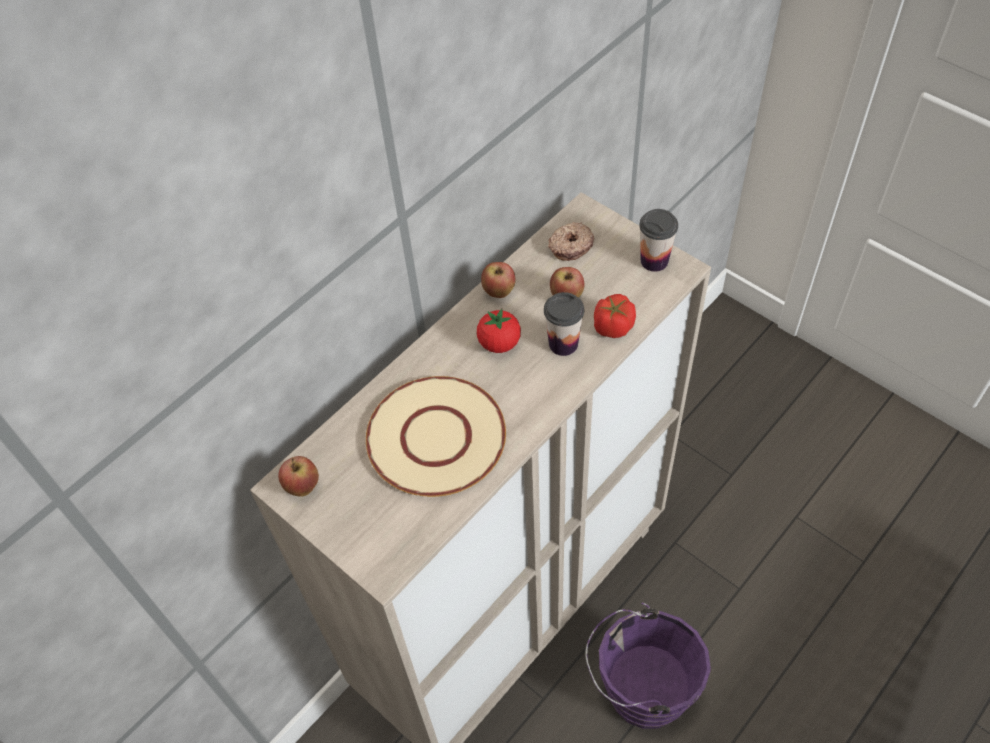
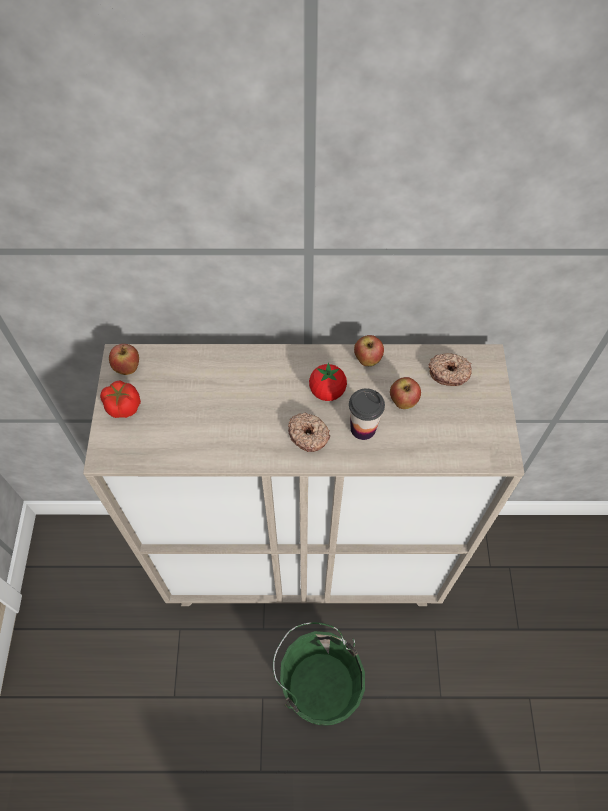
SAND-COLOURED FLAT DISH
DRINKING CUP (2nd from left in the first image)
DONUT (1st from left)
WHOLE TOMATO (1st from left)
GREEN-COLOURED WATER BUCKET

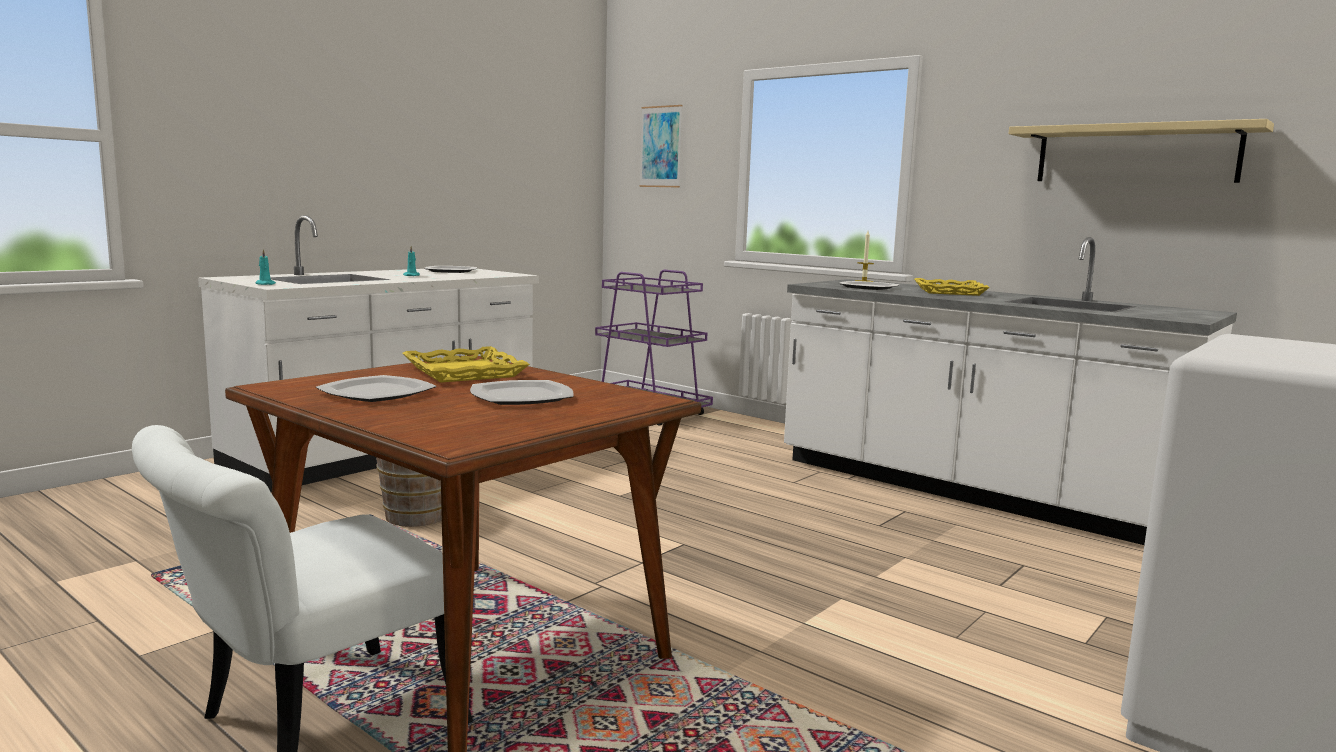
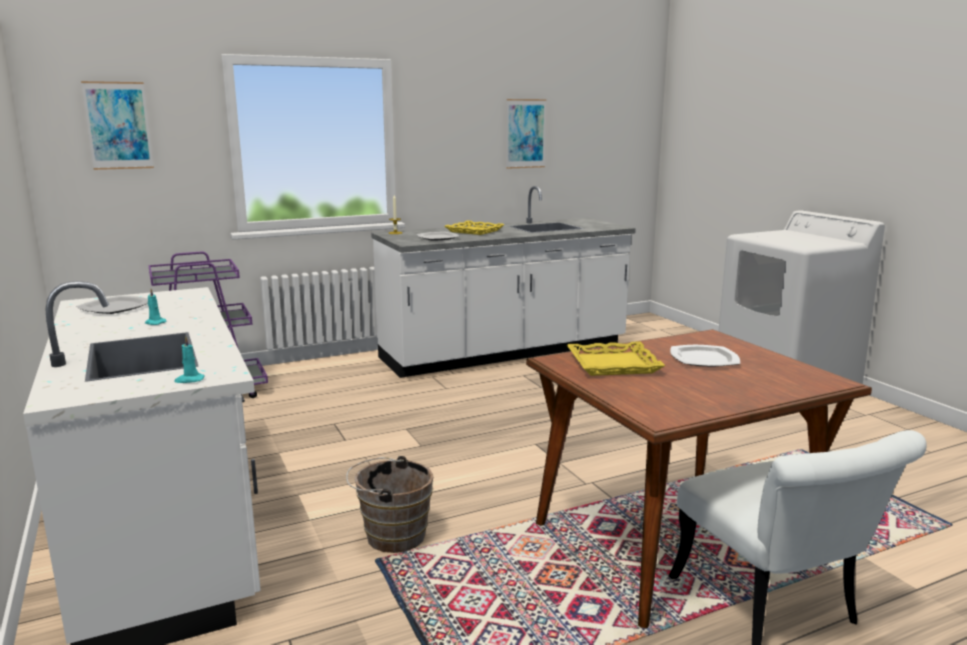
FLAT DISH (1st from left in the first image)
WALL PICTURE (2nd from left)

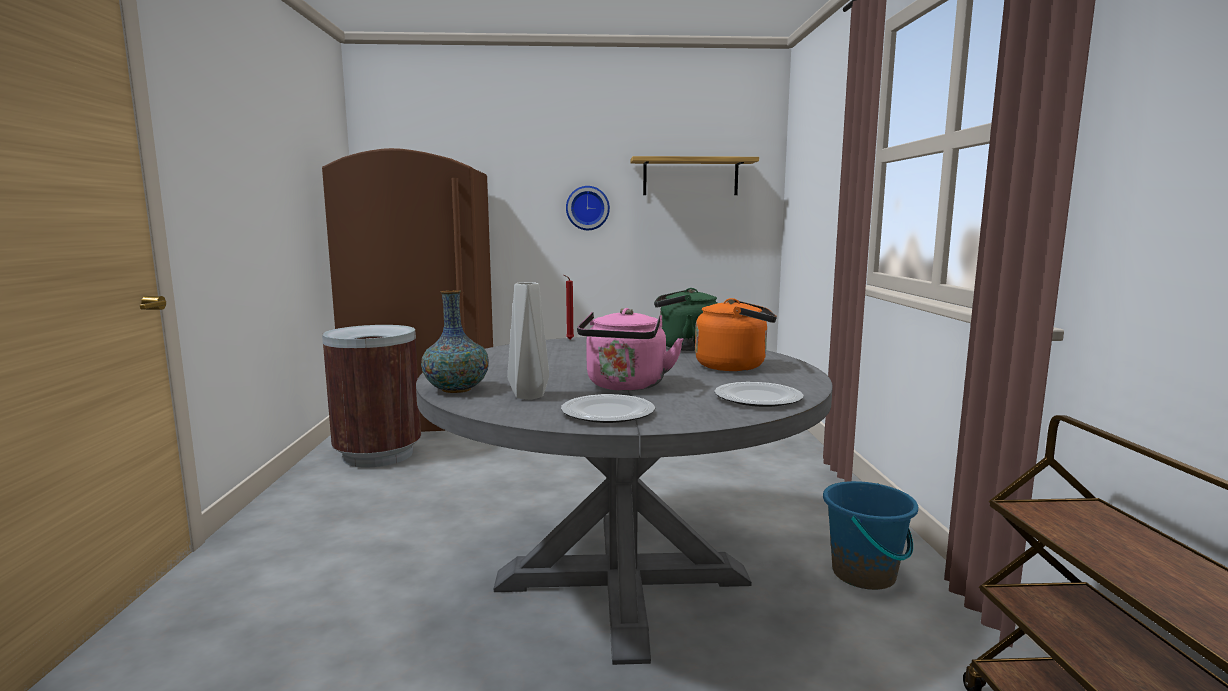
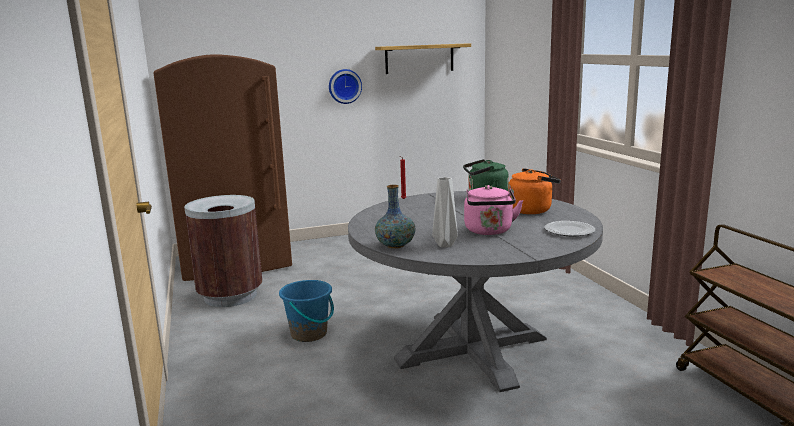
FLAT DISH (1st from left in the first image)
BLUE-COLOURED WATER BUCKET

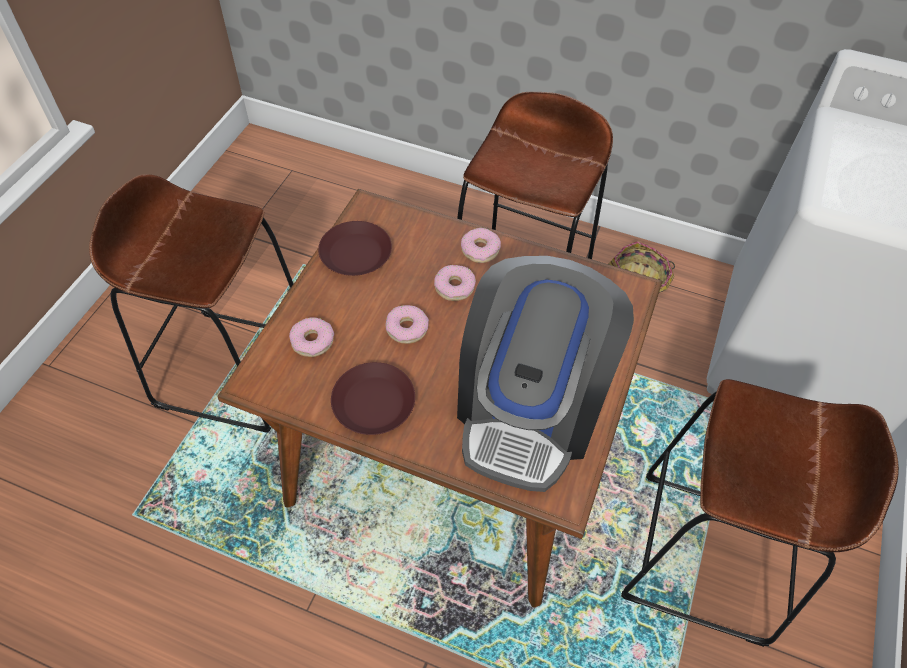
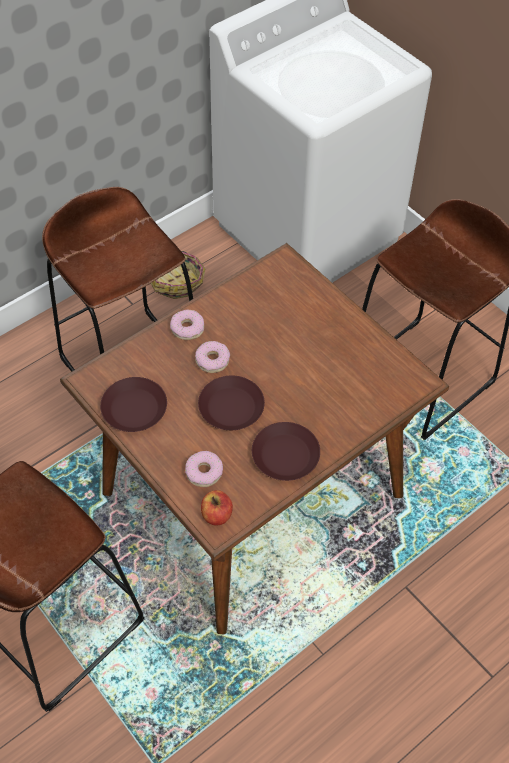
COFFEE MAKER
WHOLE APPLE
BROWN-COLOURED FLAT DISH (2nd from left)

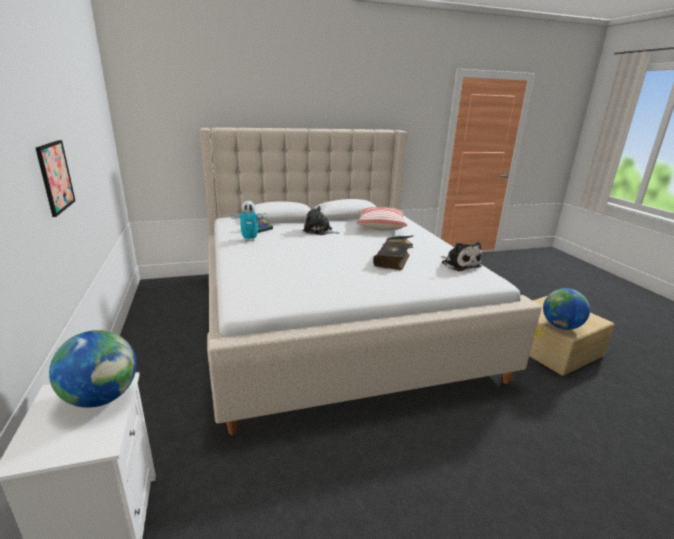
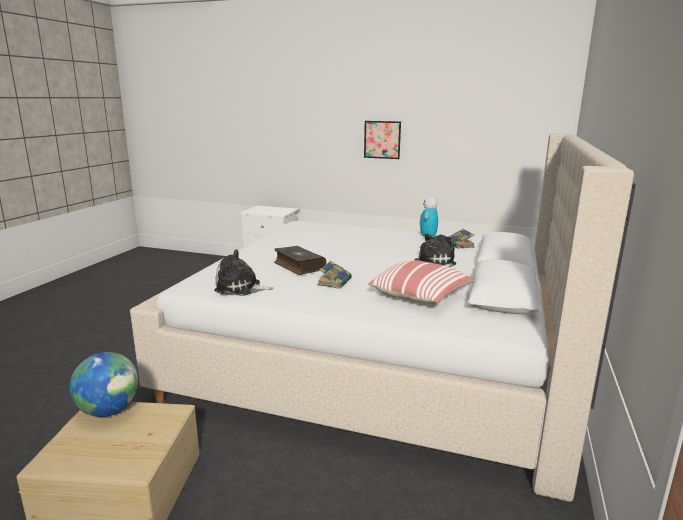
GLOBE (1st from left in the first image)

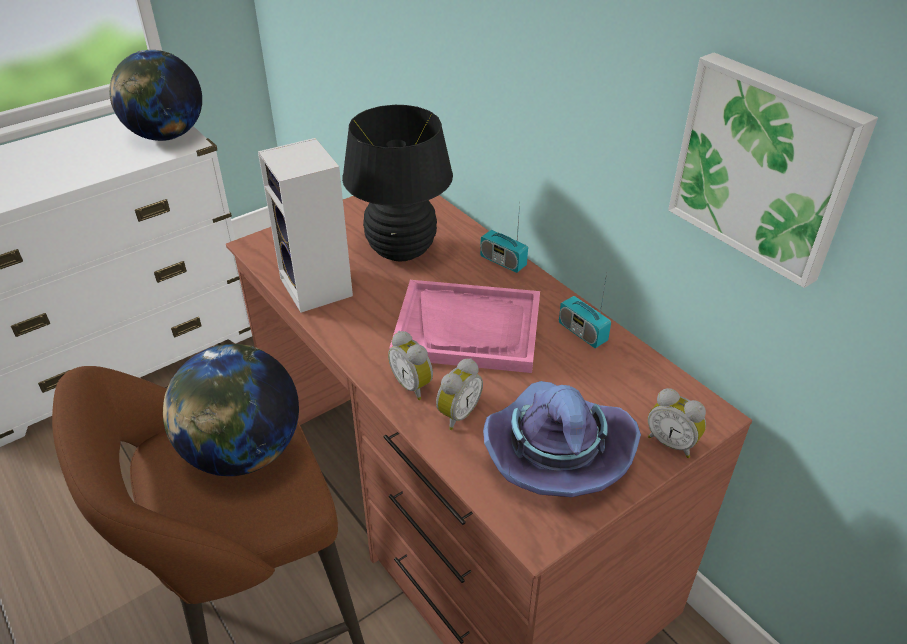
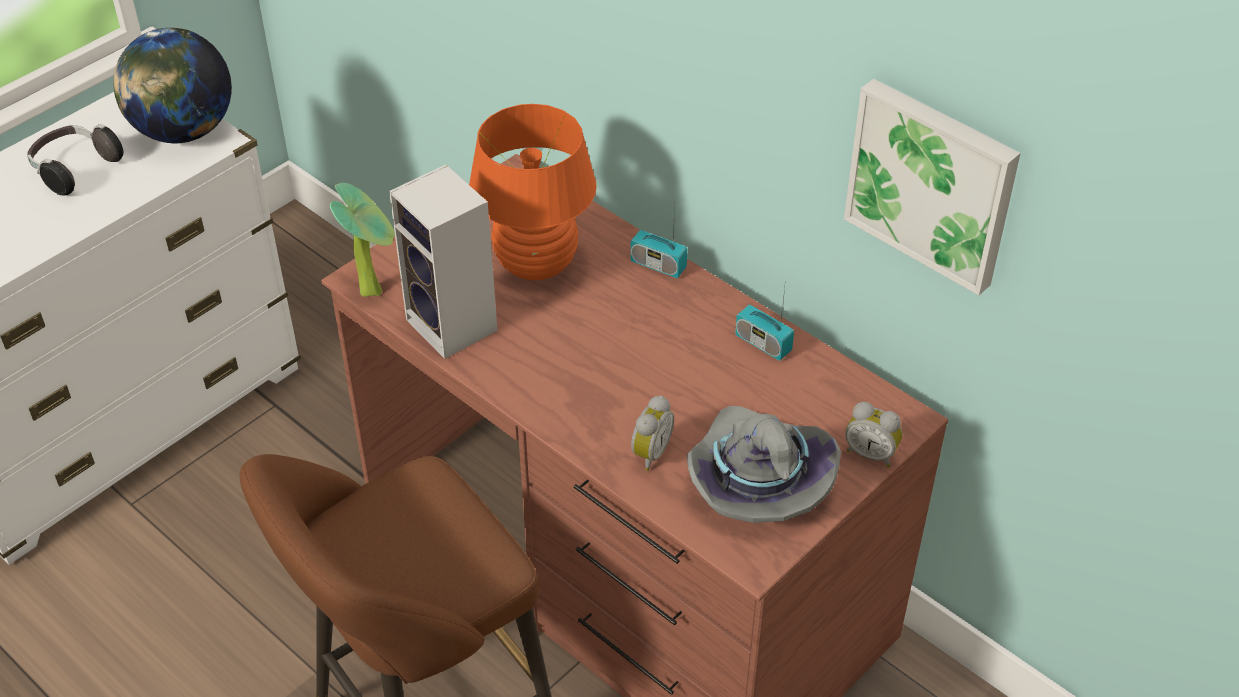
GLOBE (2nd from left in the first image)
TABLE CLOCK (1st from left in the first image)
PINKISH TRAY
PAIR OF HEADPHONES
HOUSEPLANT
ORANGE-COLOURED LAMP FOR A TABLE
GREY WEARABLE HAT

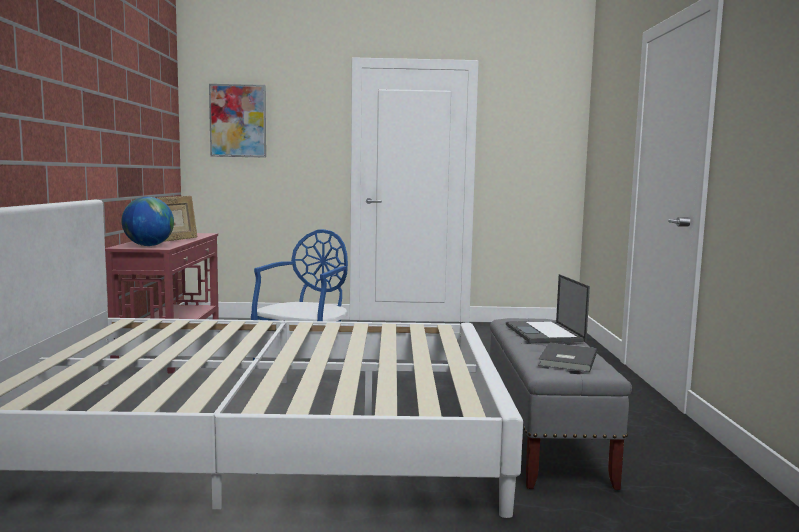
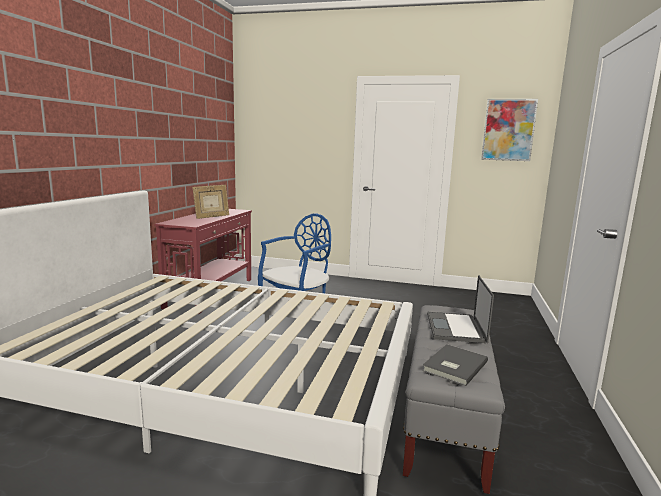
GLOBE
WALL PICTURE

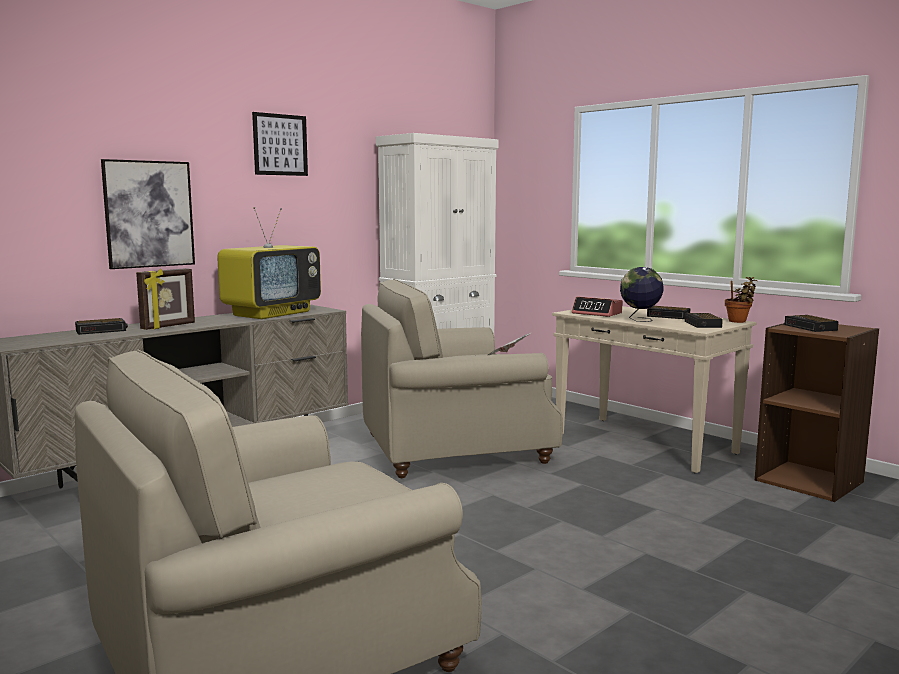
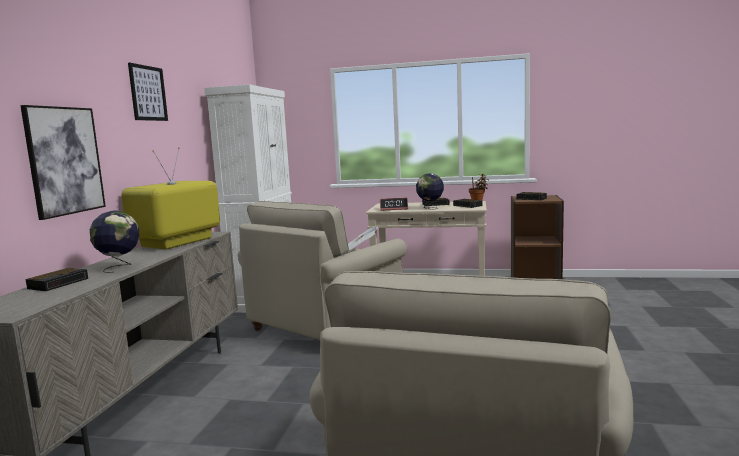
GLOBE (1st from left)
TV

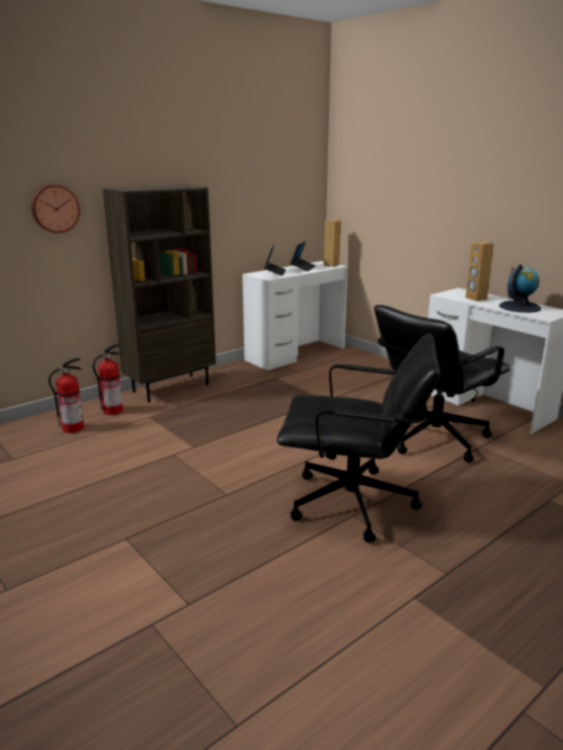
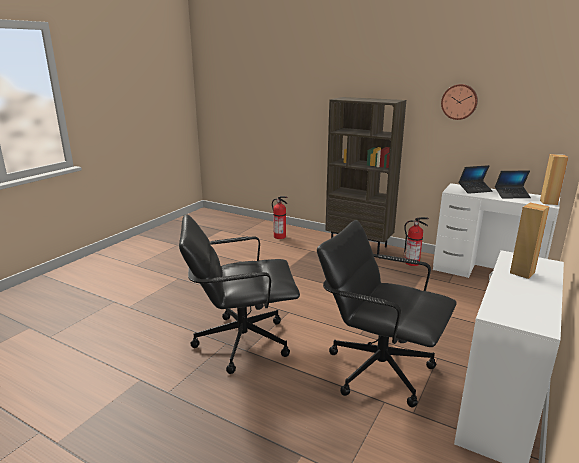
GLOBE
WALL CLOCK
FIRE-FIGHTING CYLINDER (2nd from left)
BLACKISH OFFICE CHAIR (1st from left)

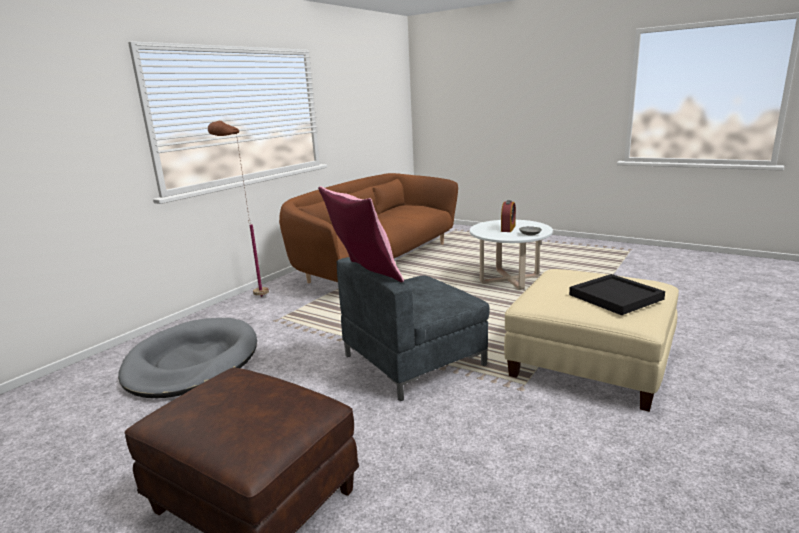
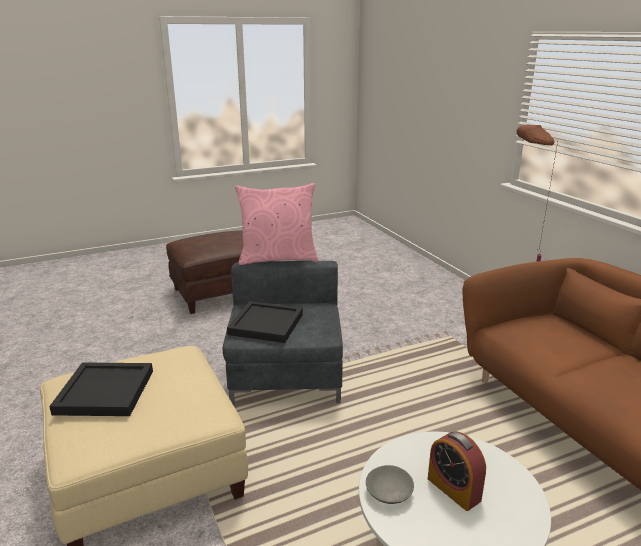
GREY PET BED
BLACKISH TRAY (2nd from left)

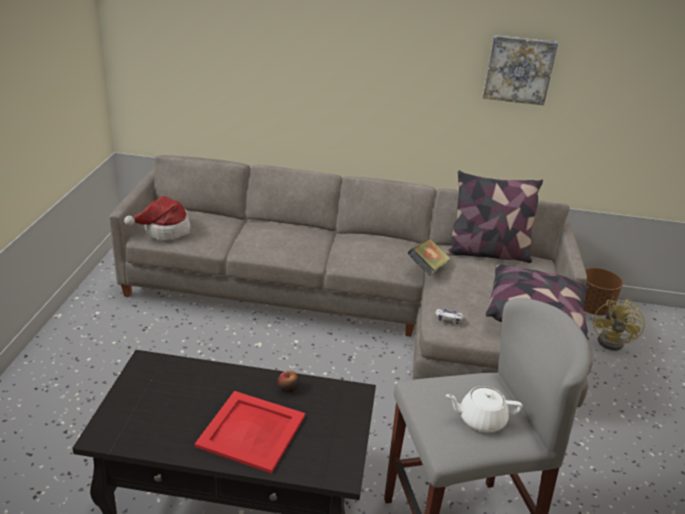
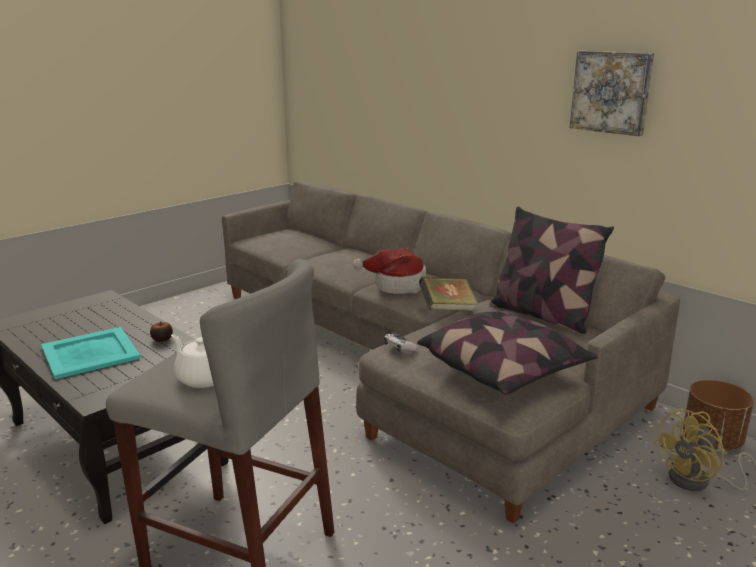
WEARABLE HAT
BLUE-GREEN TRAY

